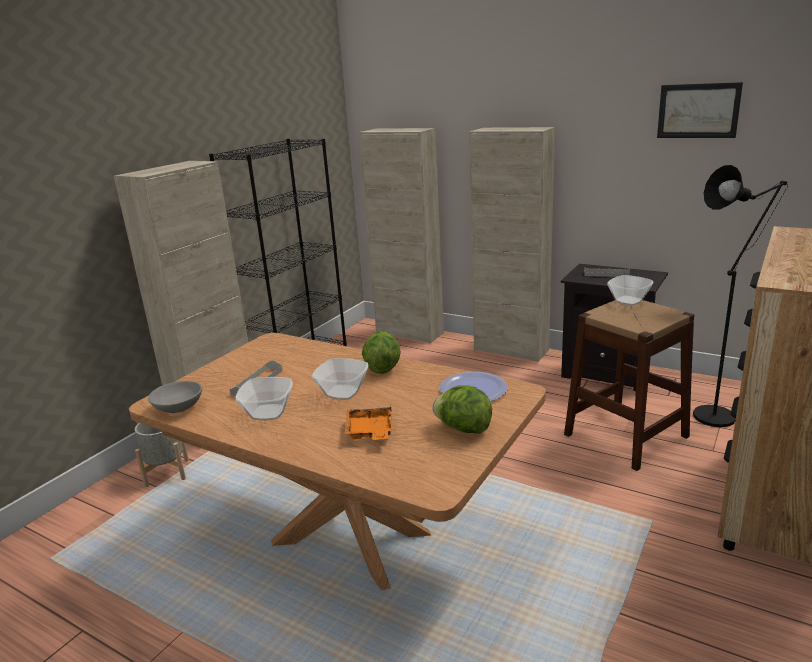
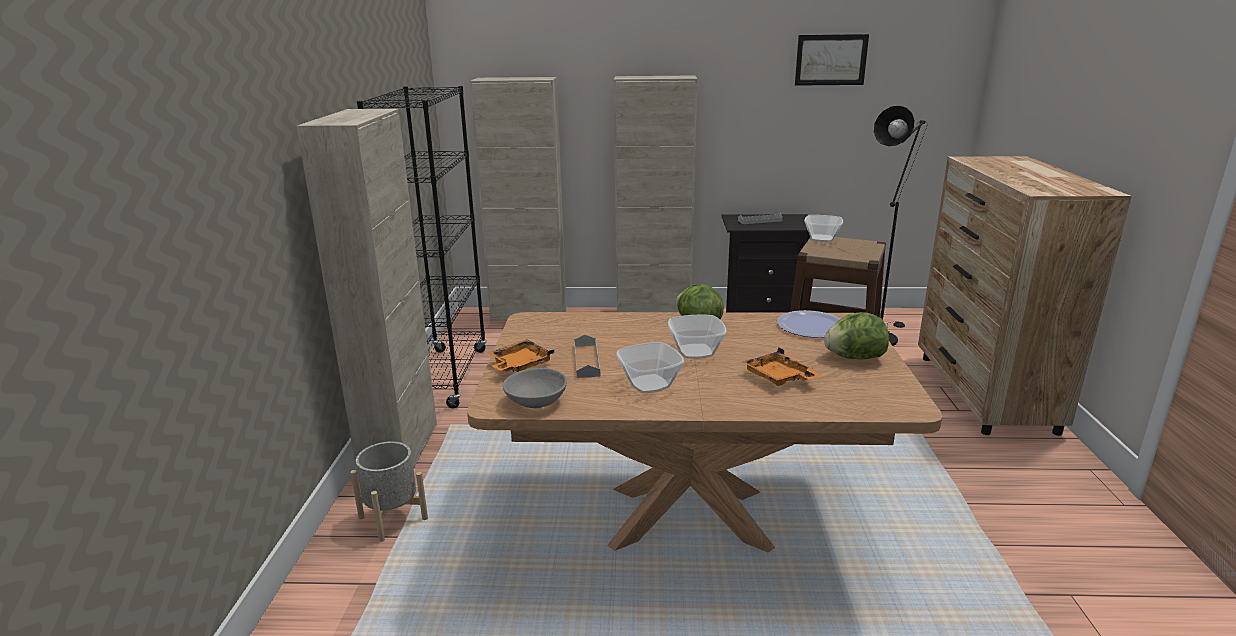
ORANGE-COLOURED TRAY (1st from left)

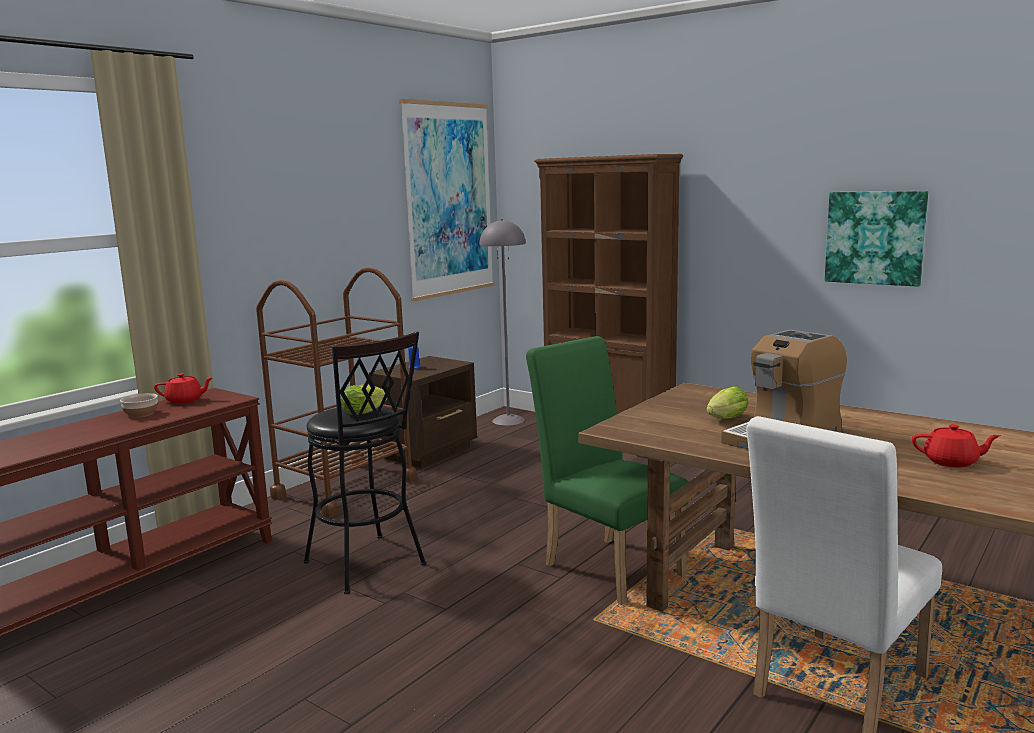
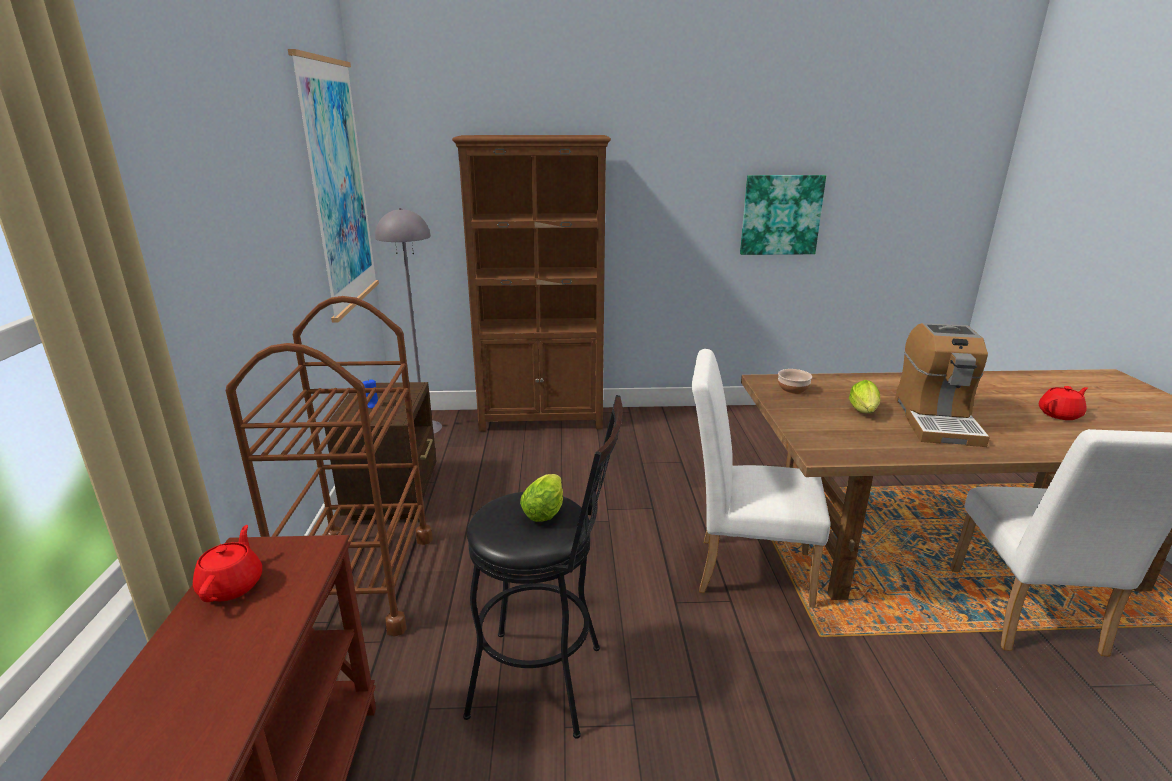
BOWL
WHITE-COLOURED PLAIN CHAIR (1st from left)
REDDISH POT FOR TEA (1st from left)

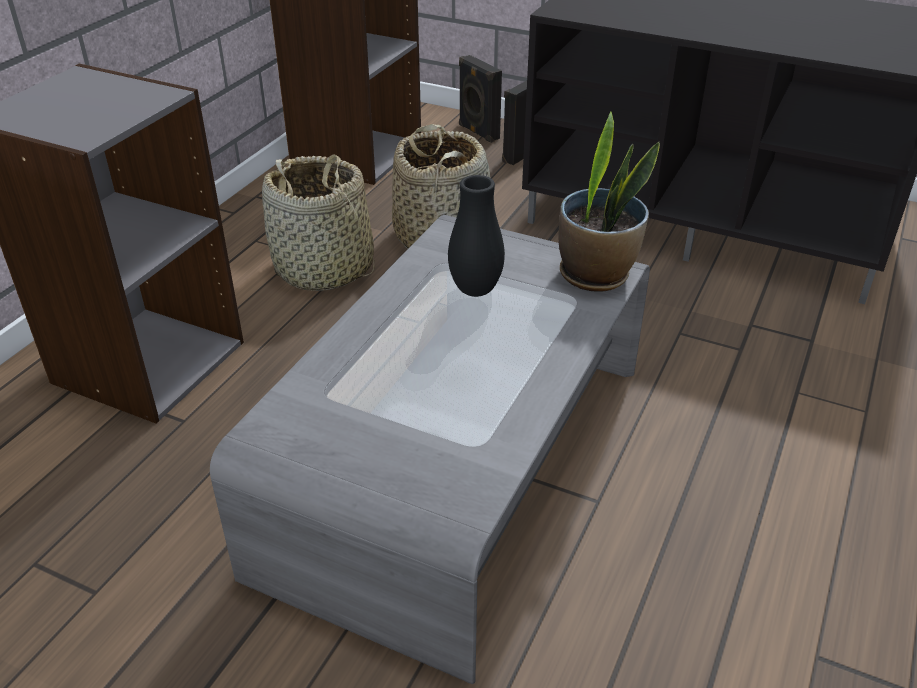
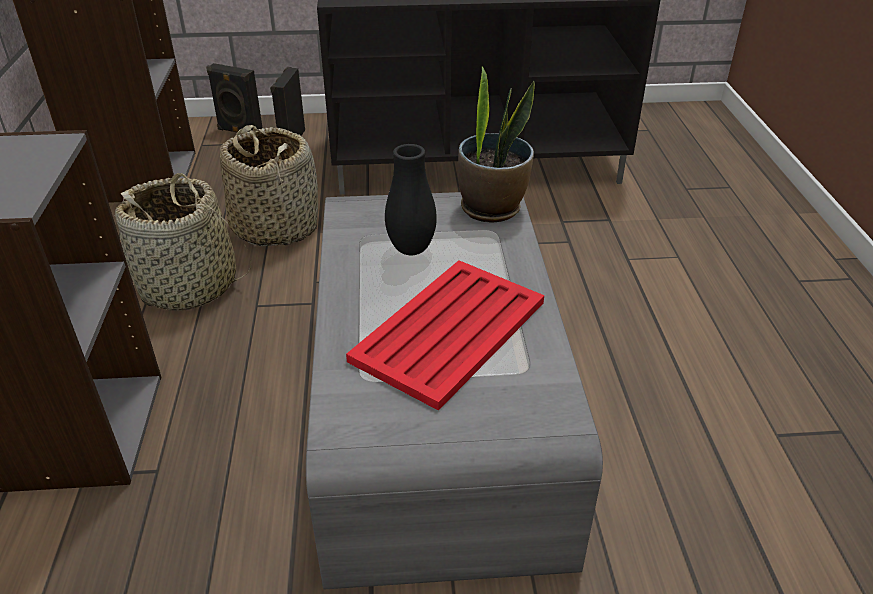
REDDISH TRAY

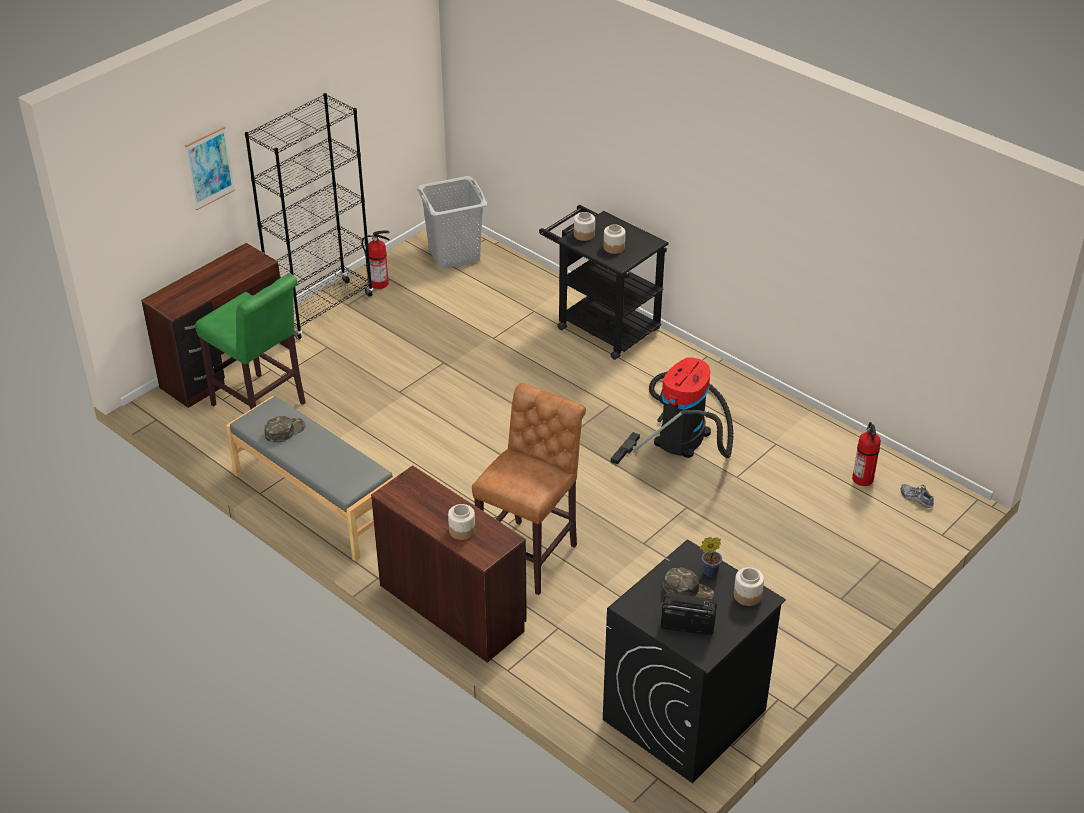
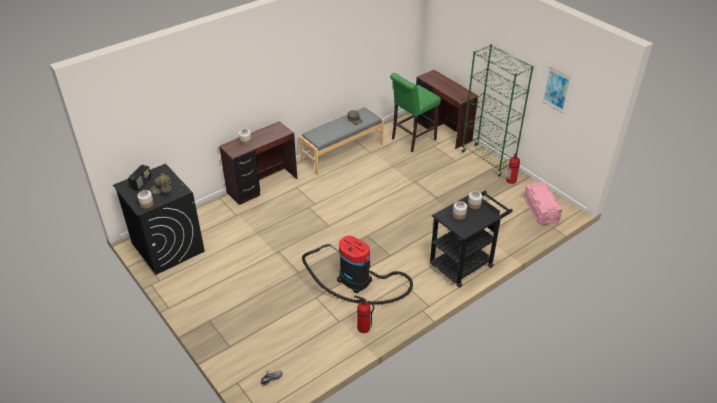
BROWN-COLOURED STOOL SEAT
WALL PICTURE
FIRE-FIGHTING CYLINDER (1st from left)
PINKISH STORAGE CONTAINER
GREEN-COLOURED BOOKCASE

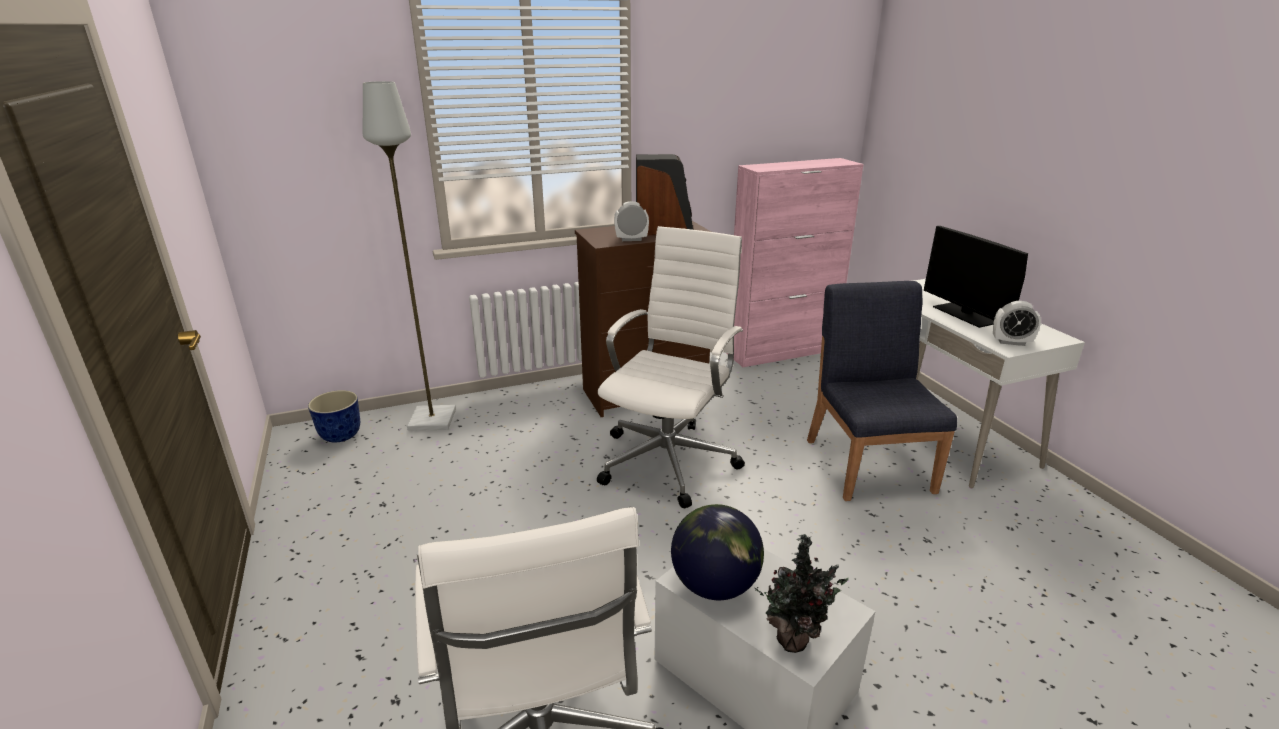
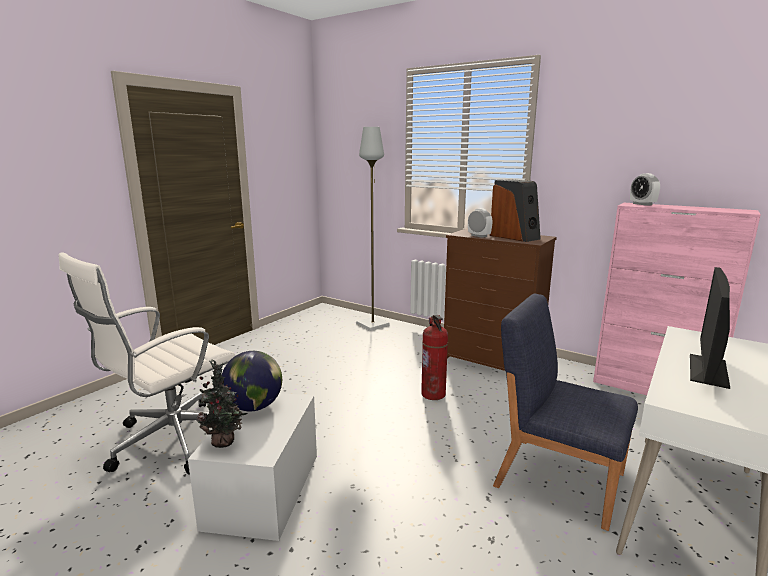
PLANTER
TABLE CLOCK (2nd from left)
FIRE-FIGHTING CYLINDER
BLUE-COLOURED PLAIN CHAIR

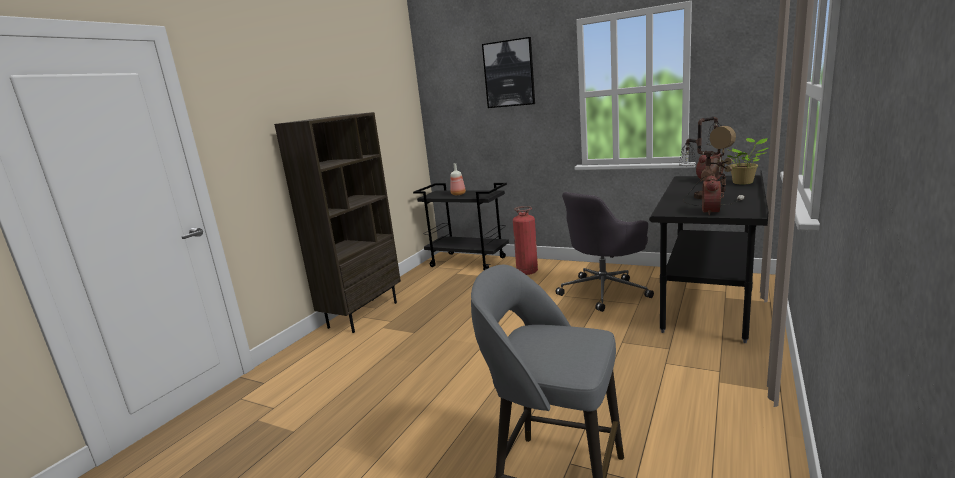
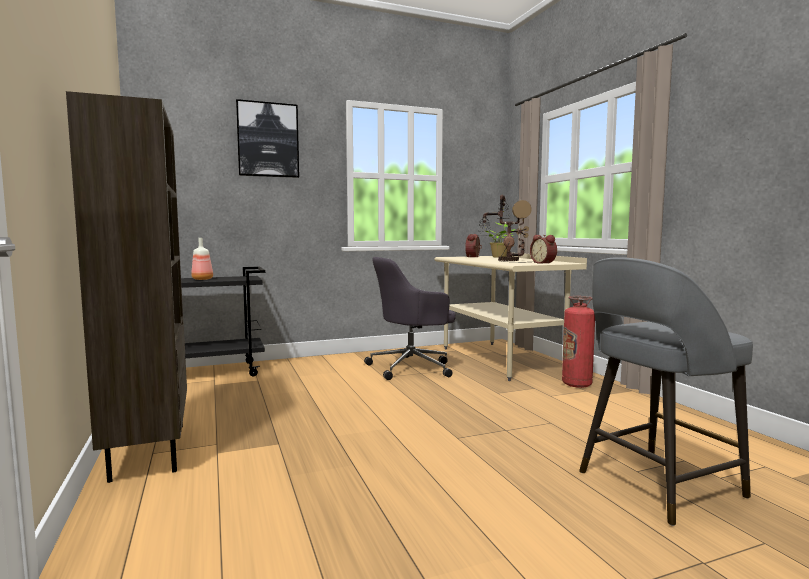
FIRE-FIGHTING CYLINDER
SAND-COLOURED DESK TABLE
GREY OFFICE CHAIR

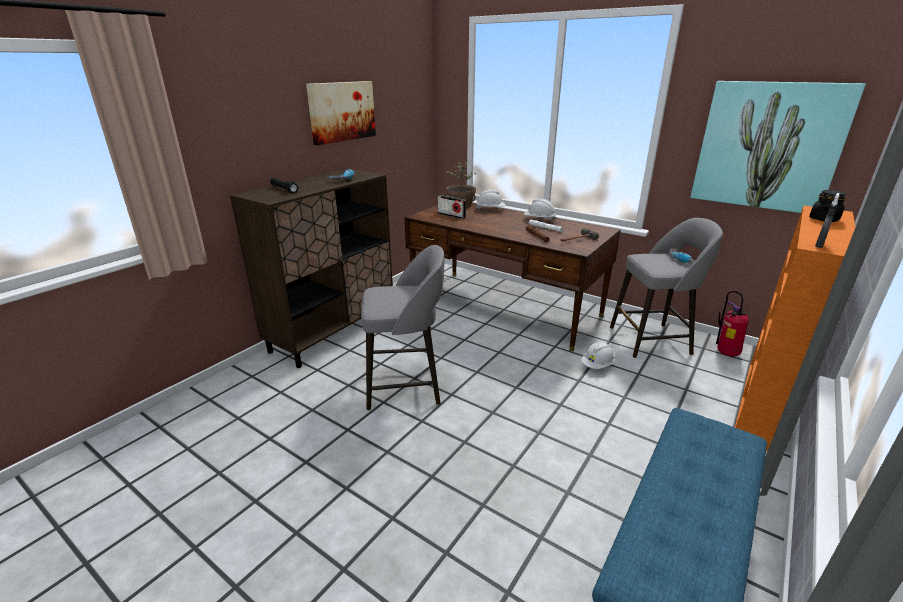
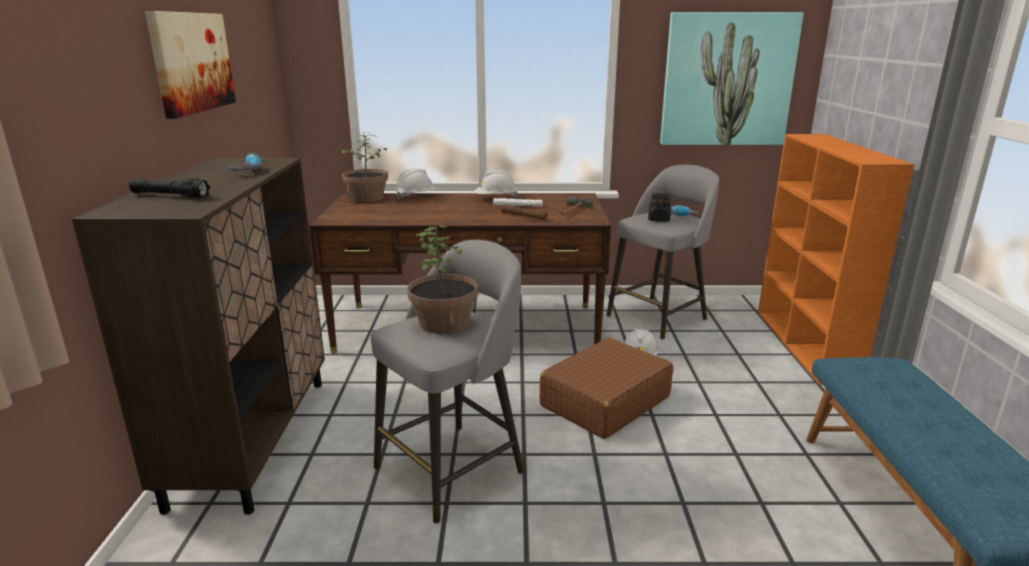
RADIO SET
FIRE-FIGHTING CYLINDER
GREY SPRAYER
HOUSEPLANT (2nd from left)
BROWN-COLOURED TRAVEL CASE
BLACKISH STORAGE JAR

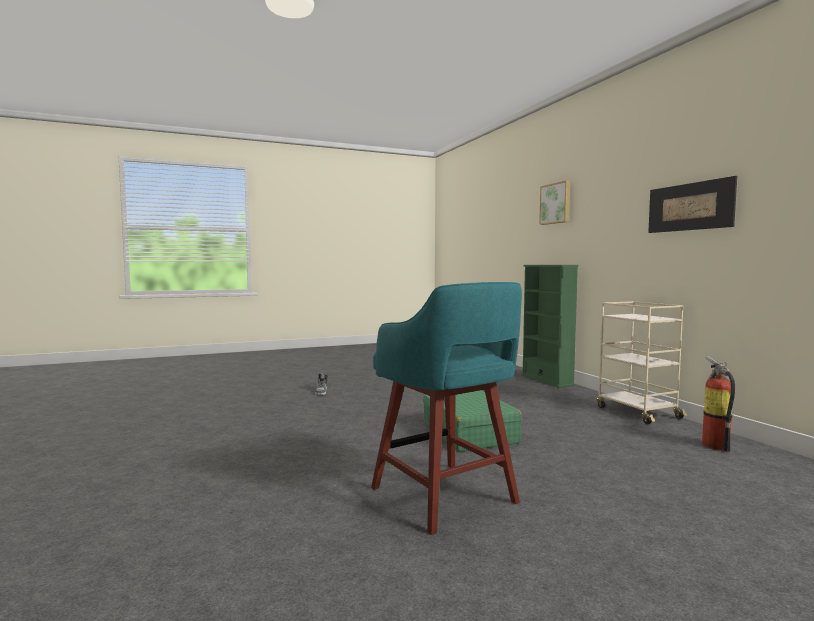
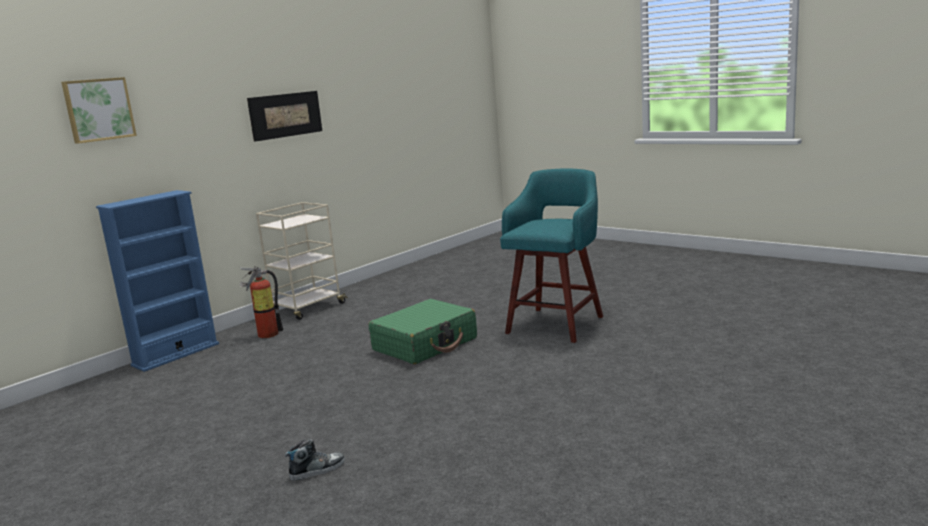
FIRE-FIGHTING CYLINDER
BLUE-COLOURED BOOKCASE

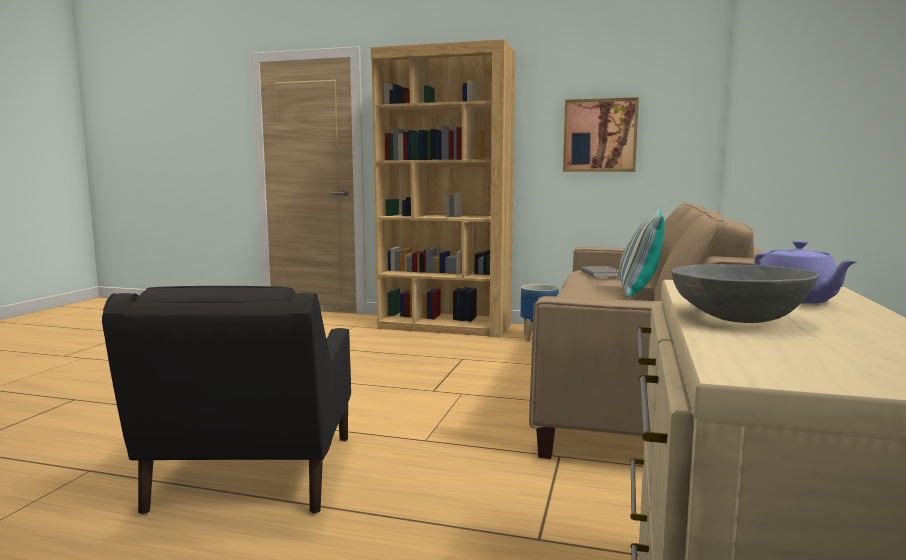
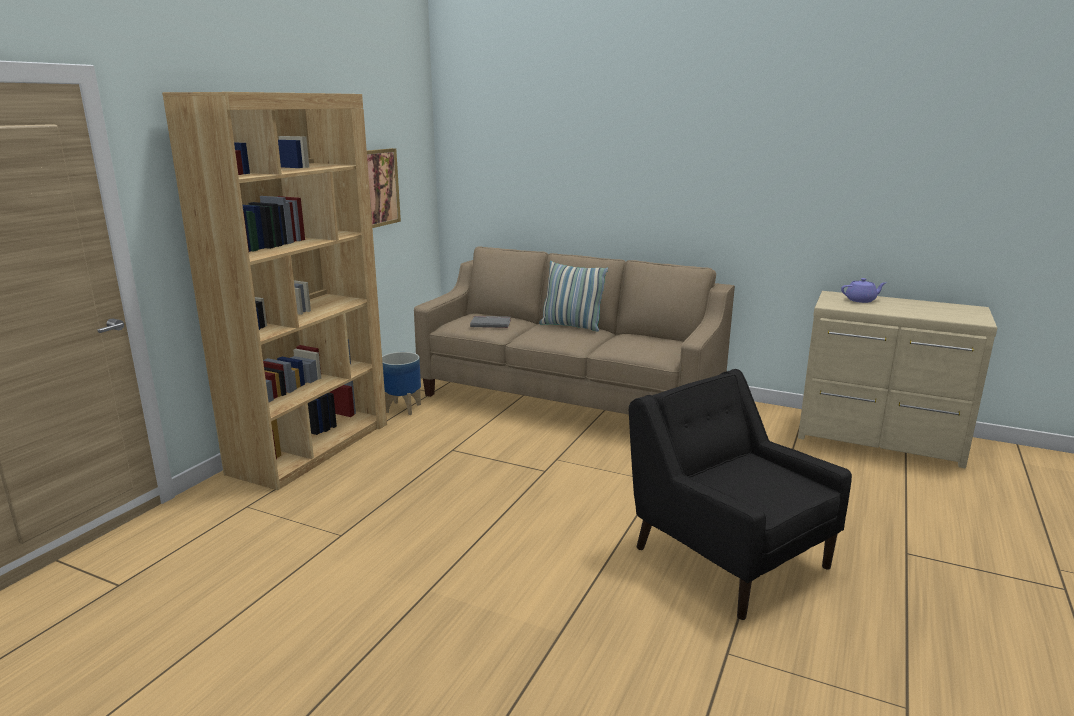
GREY BOWL
BLACKISH EASY CHAIR

